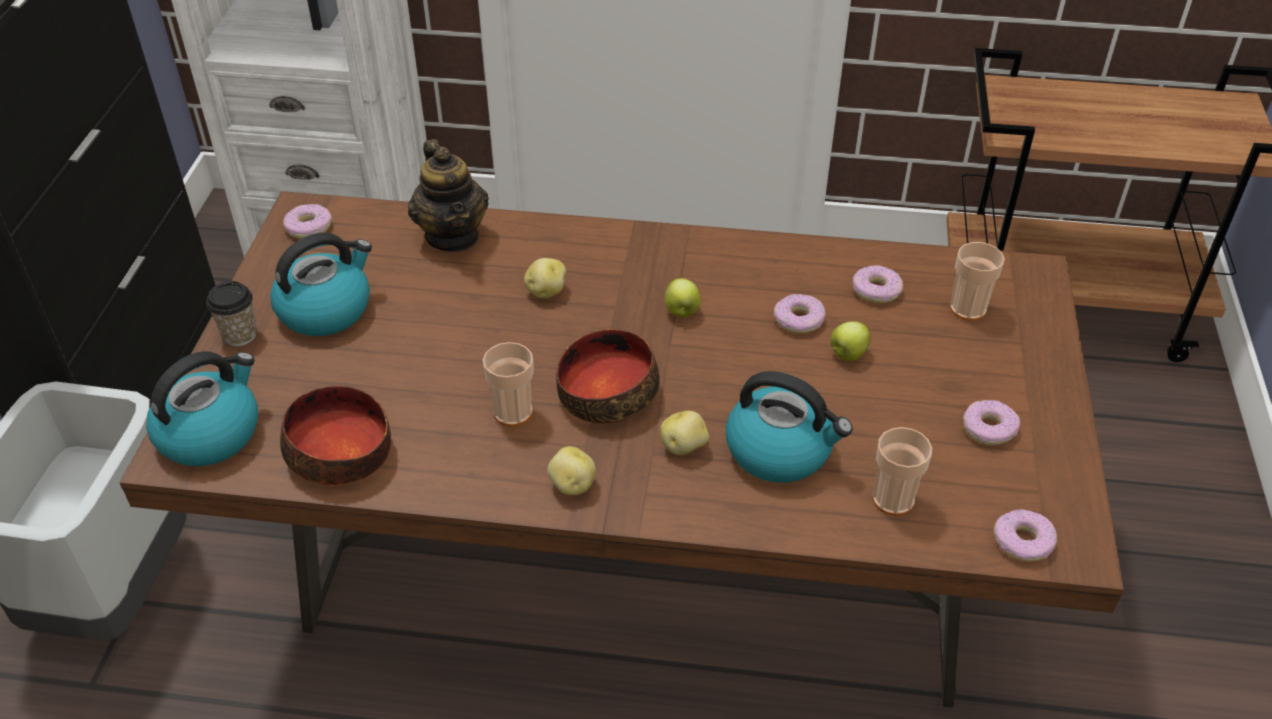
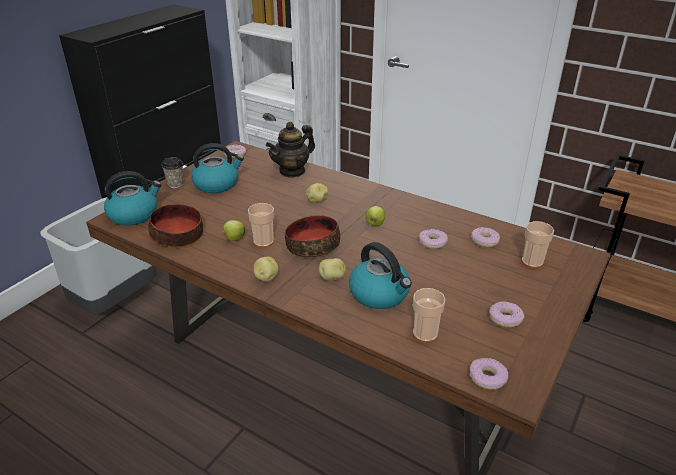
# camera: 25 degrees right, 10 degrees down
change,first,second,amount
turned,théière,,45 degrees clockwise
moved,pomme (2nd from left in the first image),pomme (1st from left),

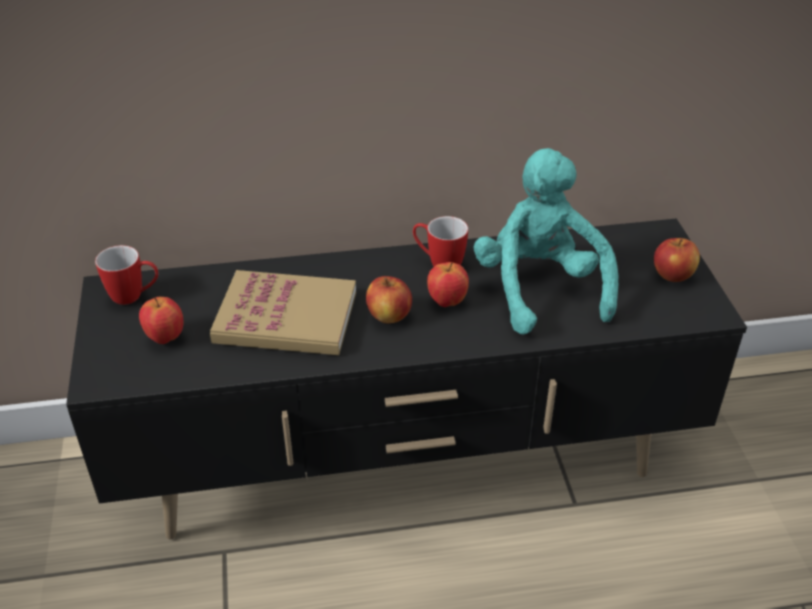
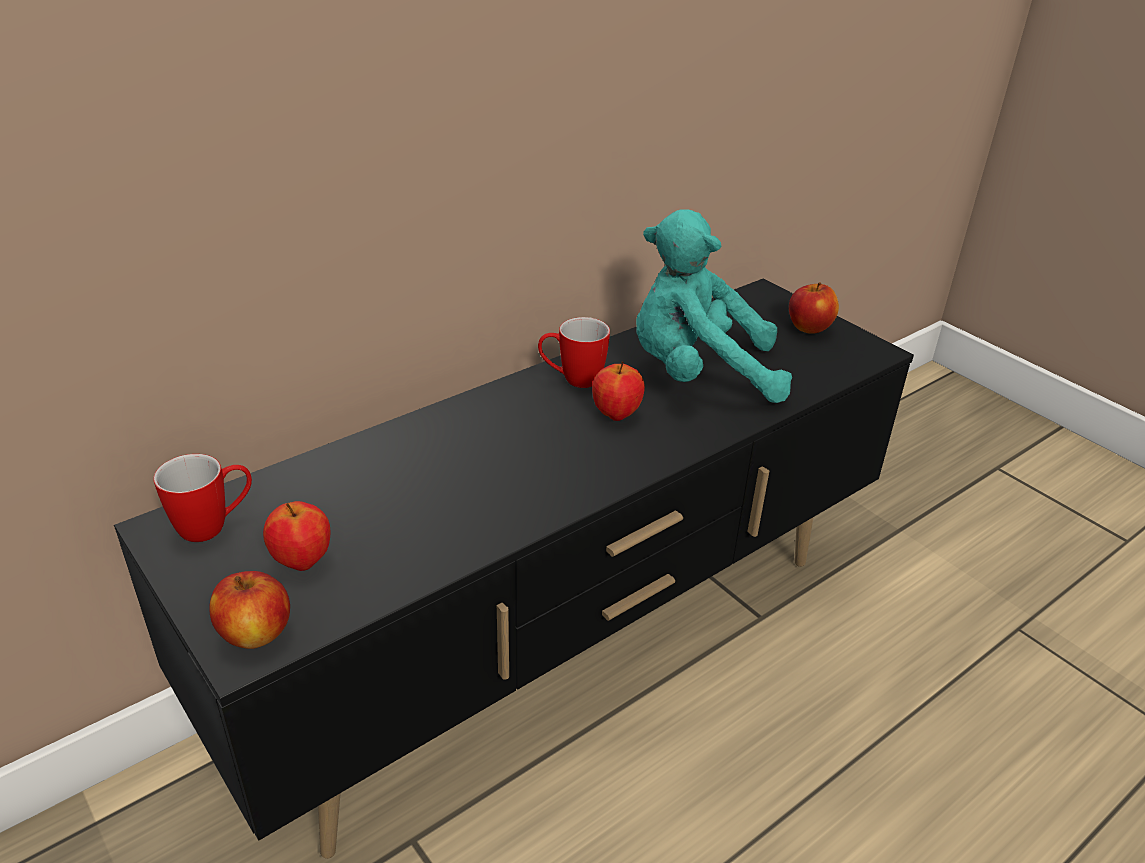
# camera: 30 degrees left, 5 degrees down
change,first,second,amount
removed,livre,,
moved,pomme (2nd from left in the first image),pomme (1st from left),
turned,peluche (turquoise),,45 degrees counterclockwise

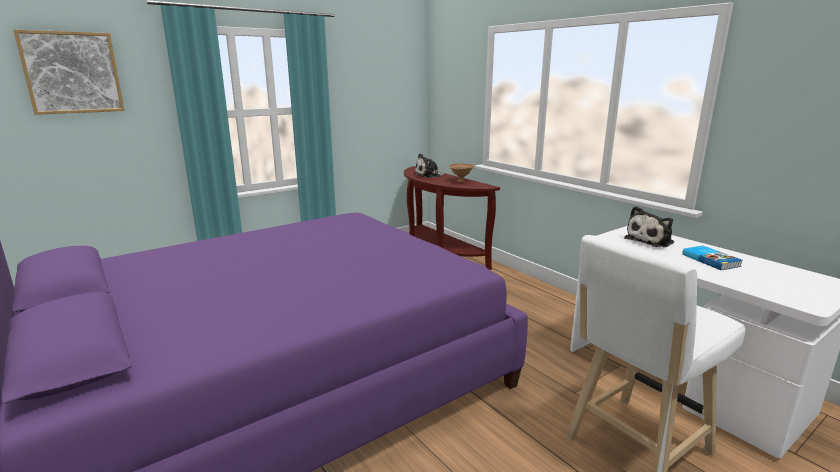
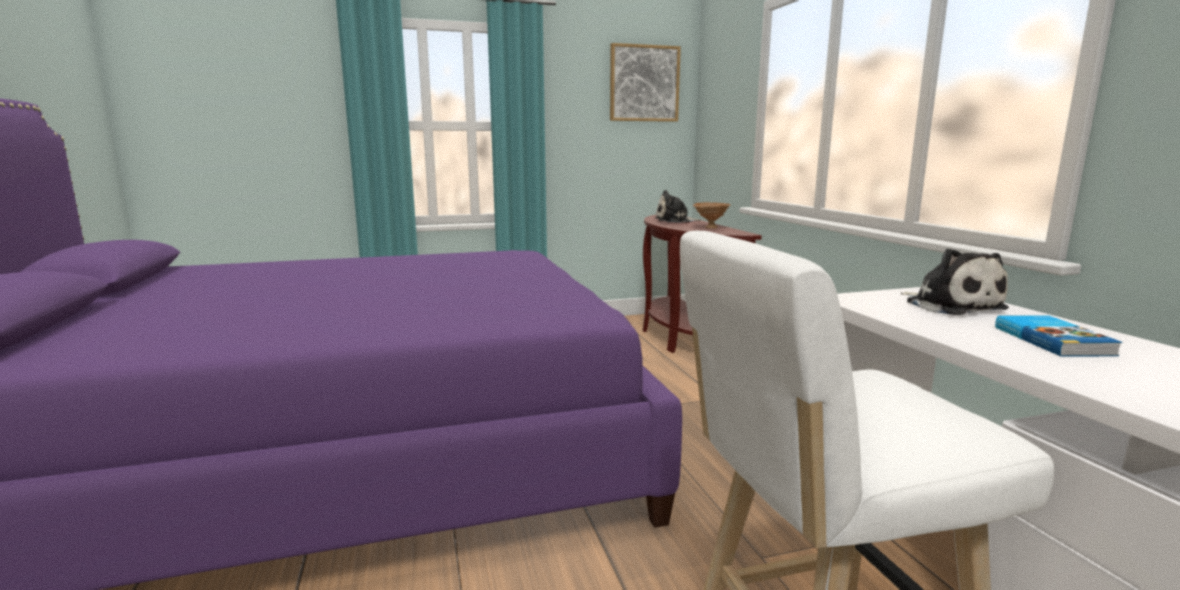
# camera: 20 degrees right, 5 degrees down
change,first,second,amount
moved,tableau,,
turned,peluche (2nd from left),,90 degrees counterclockwise

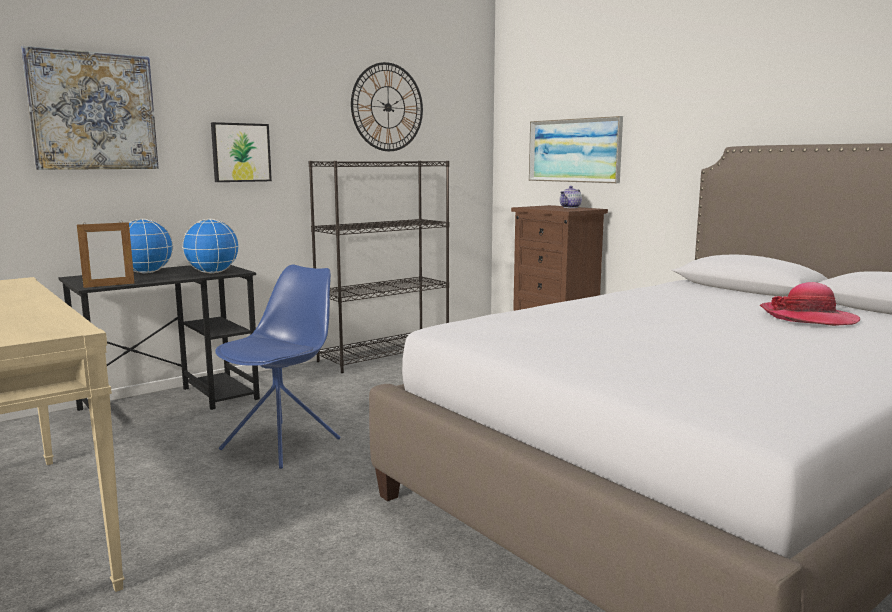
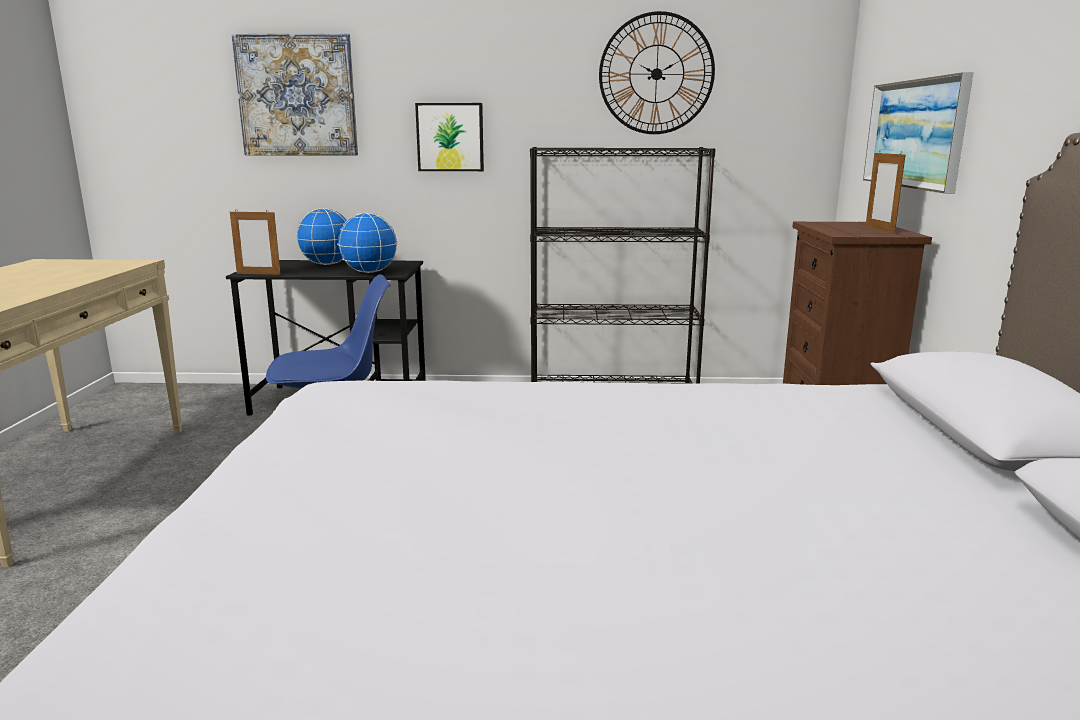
# camera: 40 degrees right, 5 degrees up
change,first,second,amount
replaced,théière,cadre photo (2nd from left),
removed,chapeau,,

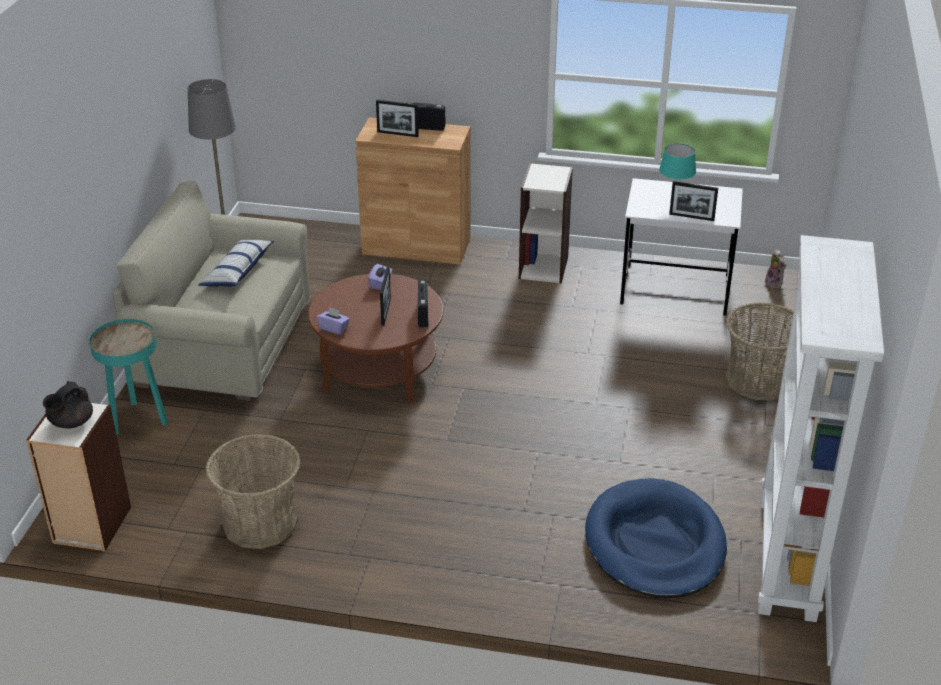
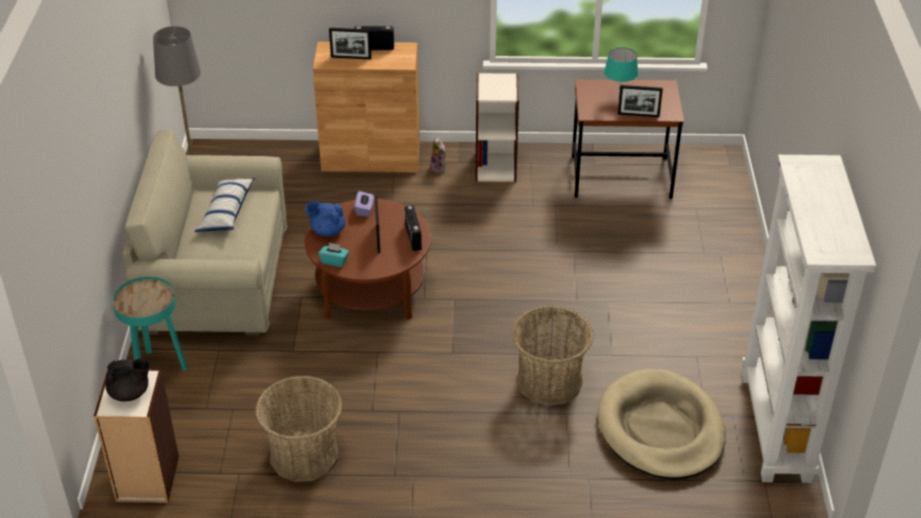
# camera: 10 degrees left, 5 degrees up
change,first,second,amount
turned,théière (noir),,120 degrees counterclockwise
recoloured,boîte à mouchoirs (violet) (1st from left),boîte à mouchoirs (turquoise),
recoloured,panier pour chien (bleu),panier pour chien (beige),
recoloured,bureau (blanc),bureau (marron),
moved,panier (2nd from left),,
moved,peluche,,
added,,théière (bleu),

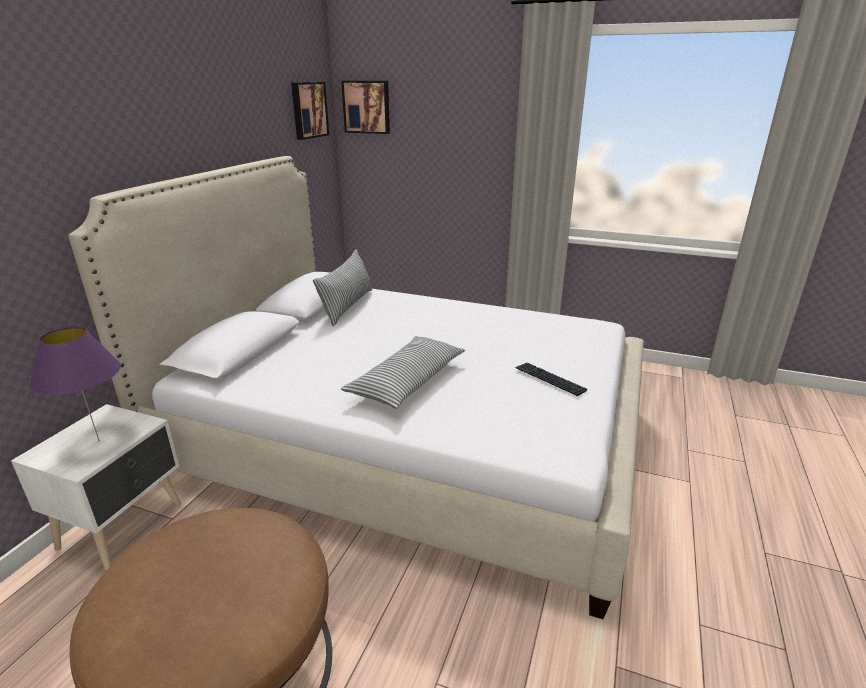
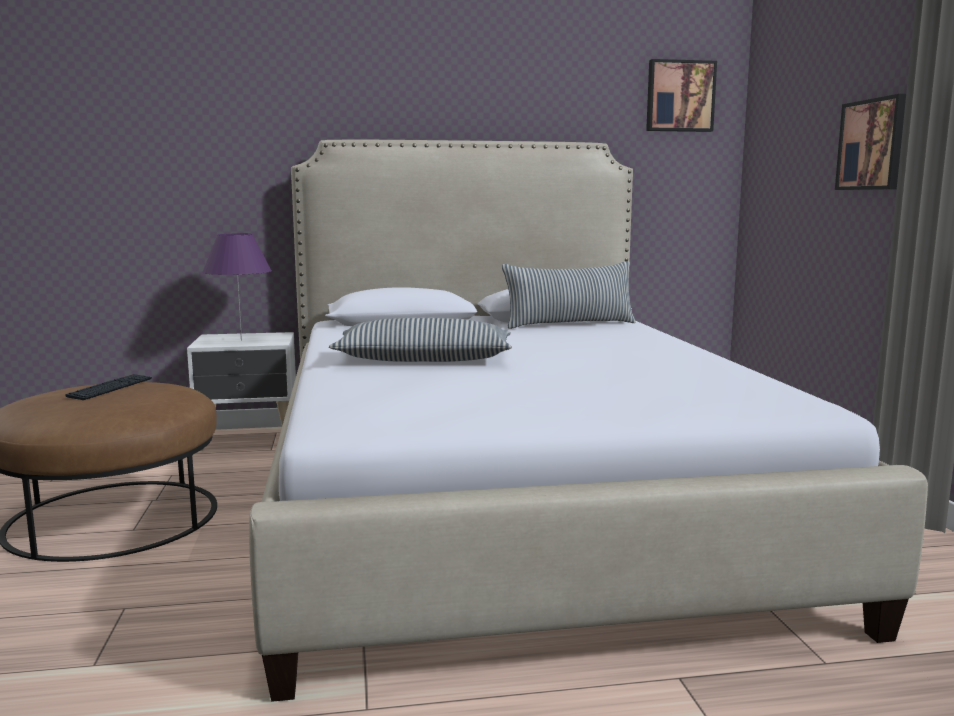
# camera: 60 degrees right, 15 degrees down
change,first,second,amount
moved,tableau (2nd from left),,
moved,clavier,,

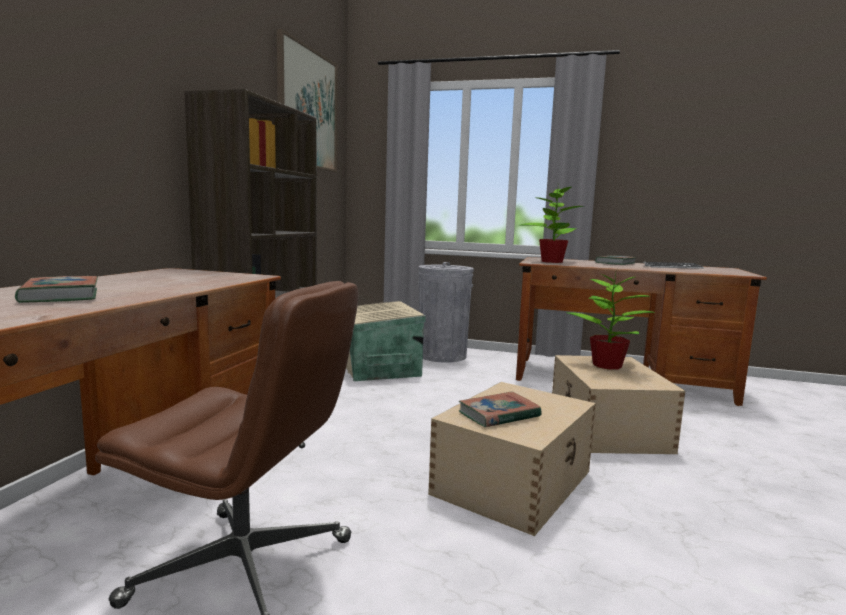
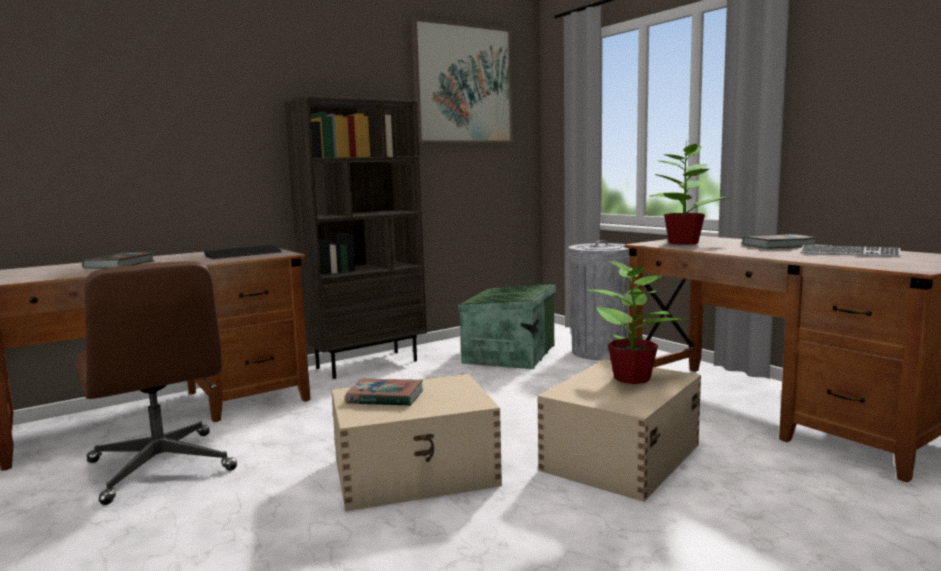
# camera: 40 degrees right, 0 degrees up
change,first,second,amount
recoloured,boîte de rangement (beige) (1st from left),boîte de rangement (vert),
added,,clavier (1st from left),

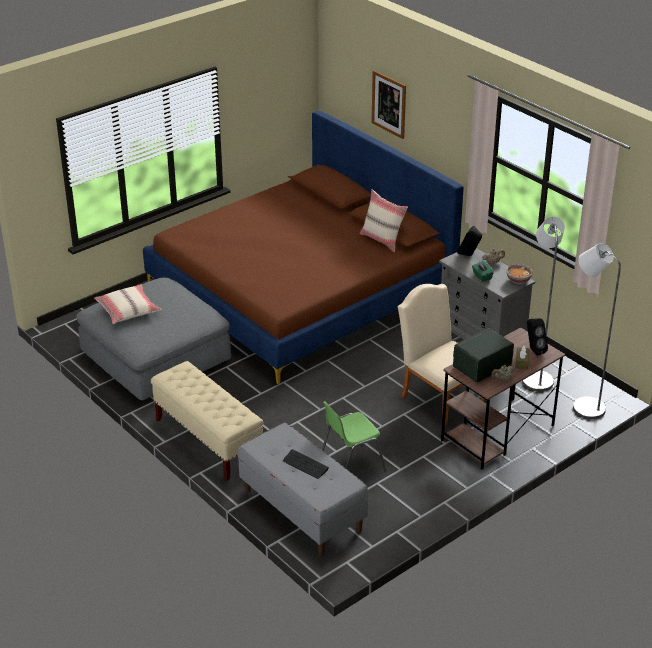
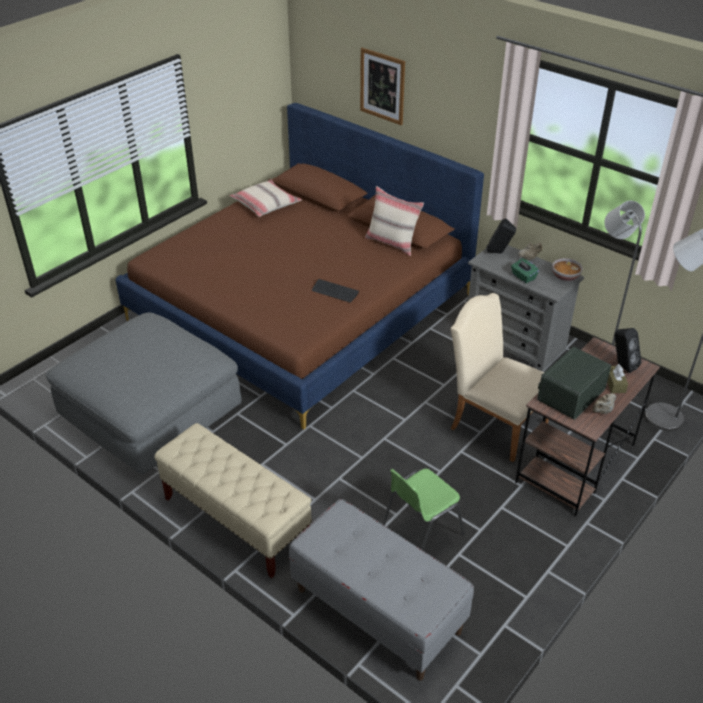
# camera: 10 degrees left, 5 degrees up
change,first,second,amount
moved,coussin (beige) (1st from left),,
moved,clavier,,

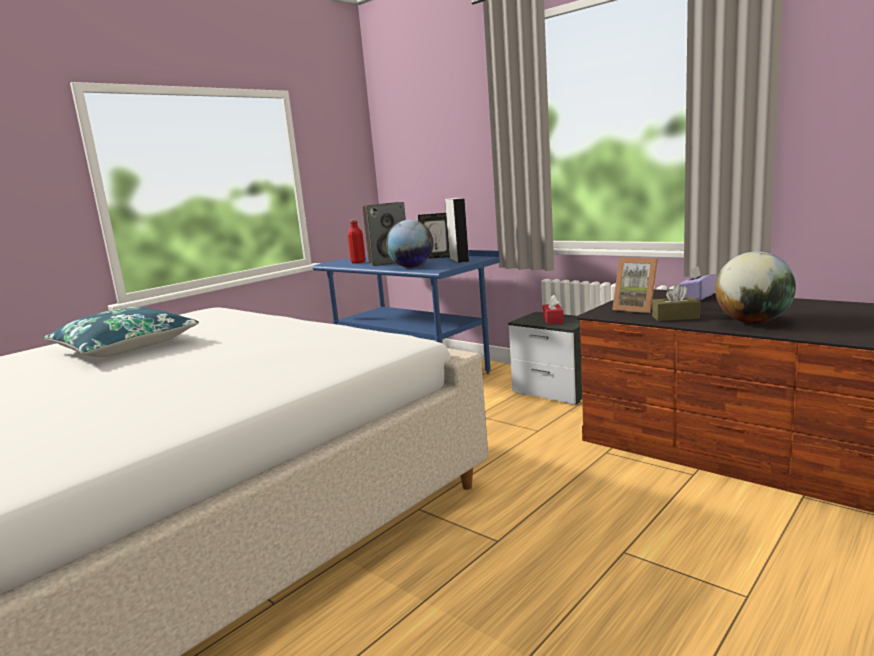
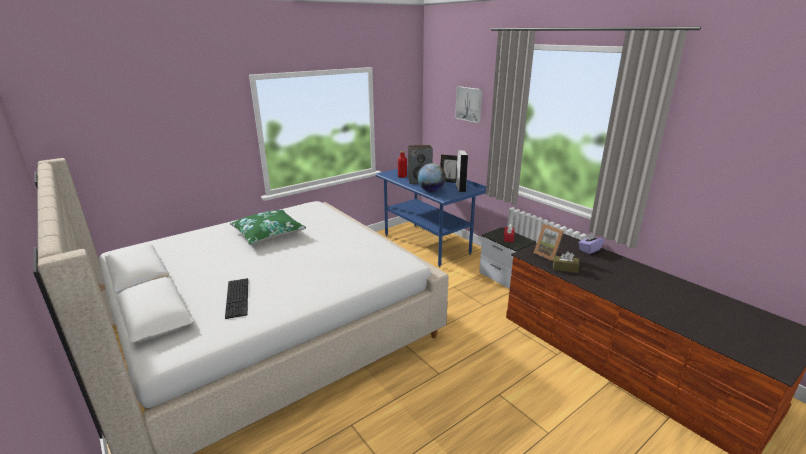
# camera: 10 degrees right, 10 degrees up
change,first,second,amount
recoloured,coussin (bleu),coussin (vert),
removed,globe (2nd from left),,
added,,clavier,
added,,tableau,

